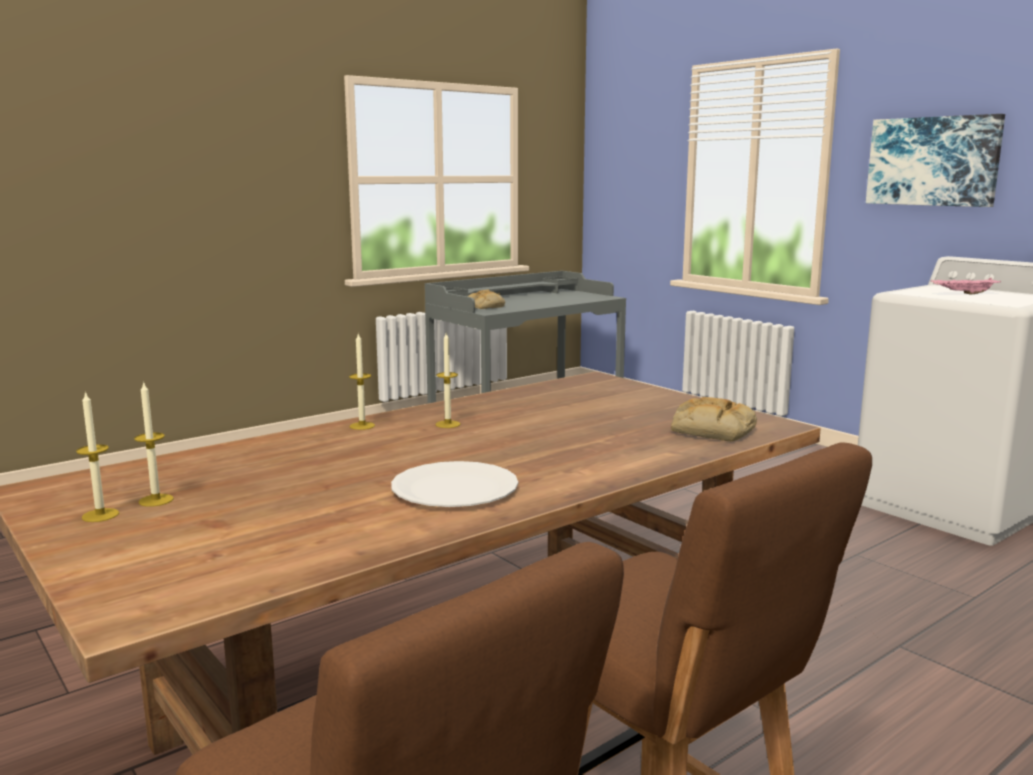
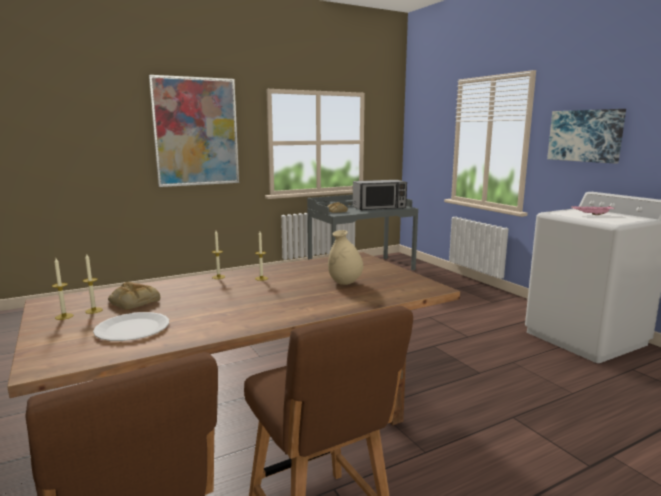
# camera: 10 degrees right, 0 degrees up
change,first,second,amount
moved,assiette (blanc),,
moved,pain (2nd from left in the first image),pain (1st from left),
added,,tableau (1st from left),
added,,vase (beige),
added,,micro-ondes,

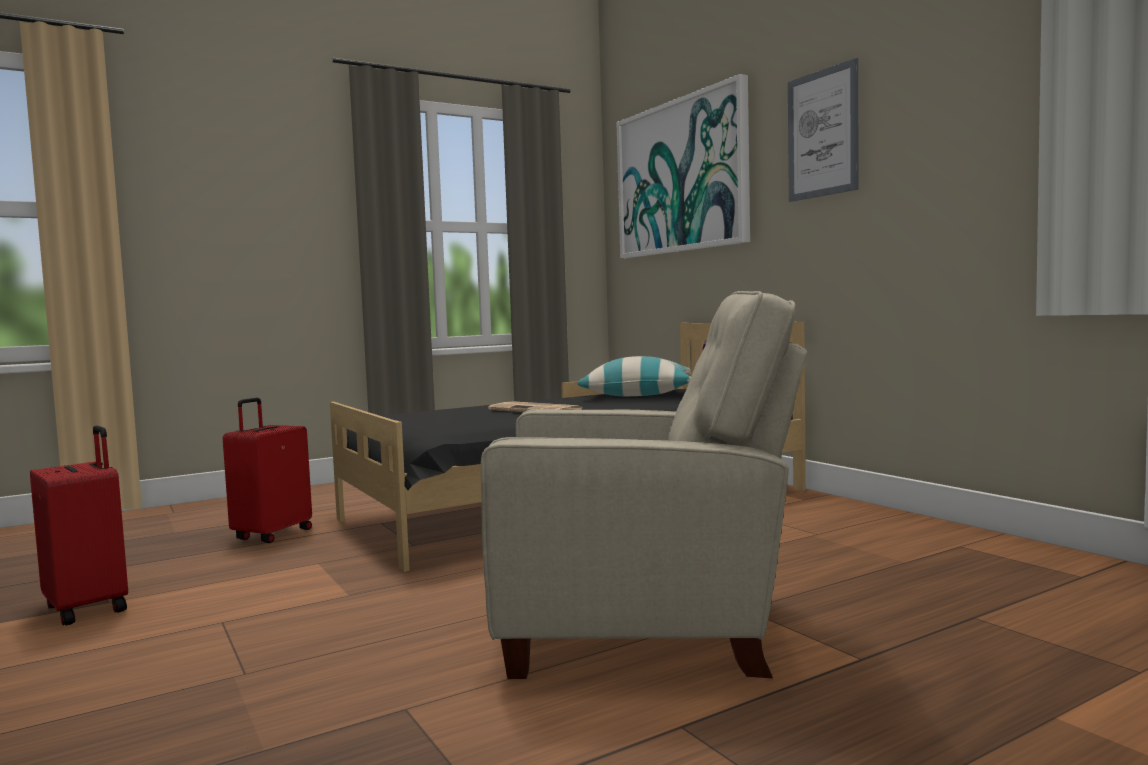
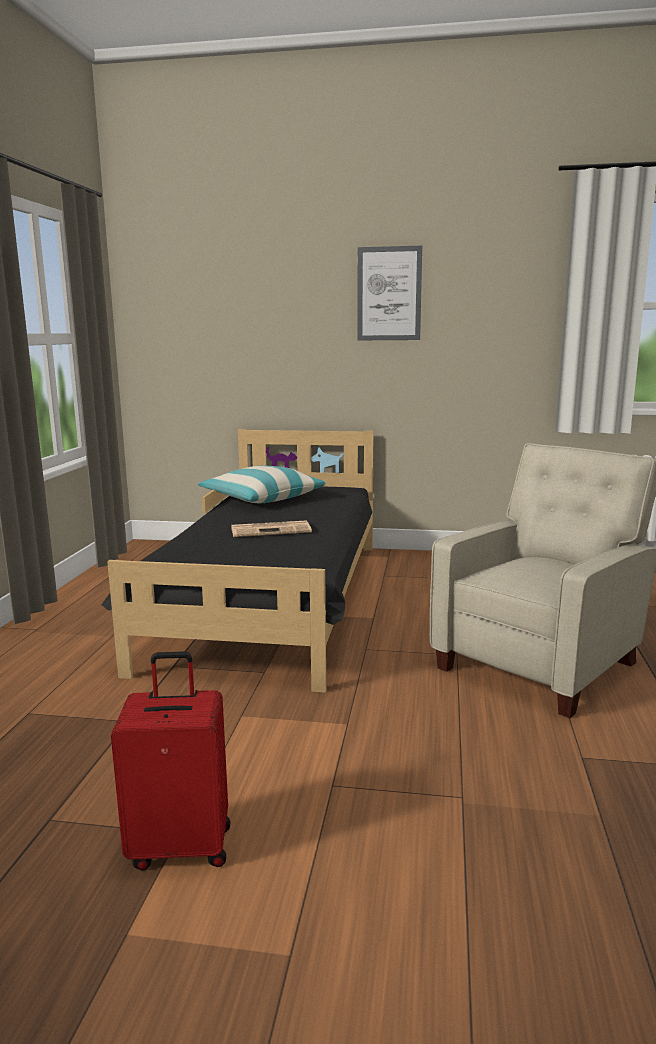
# camera: 50 degrees left, 10 degrees up
change,first,second,amount
removed,valise (rouge) (2nd from left),,
removed,tableau (1st from left),,

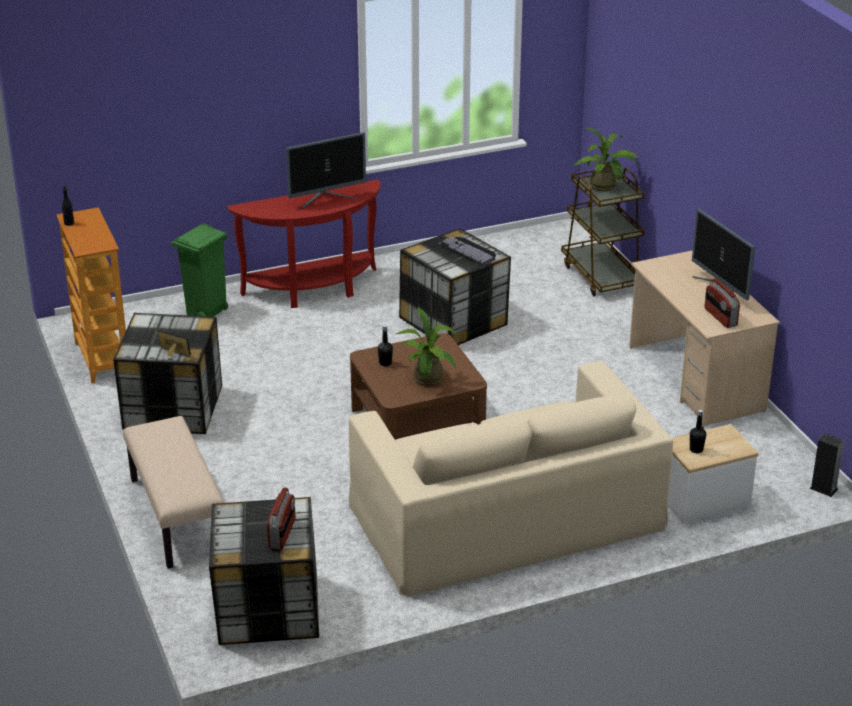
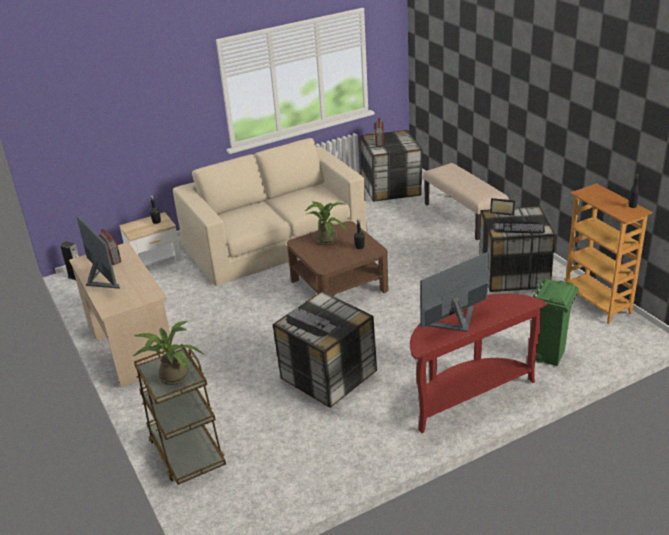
# camera: 175 degrees right, 0 degrees up
change,first,second,amount
added,,clavier (2nd from left),

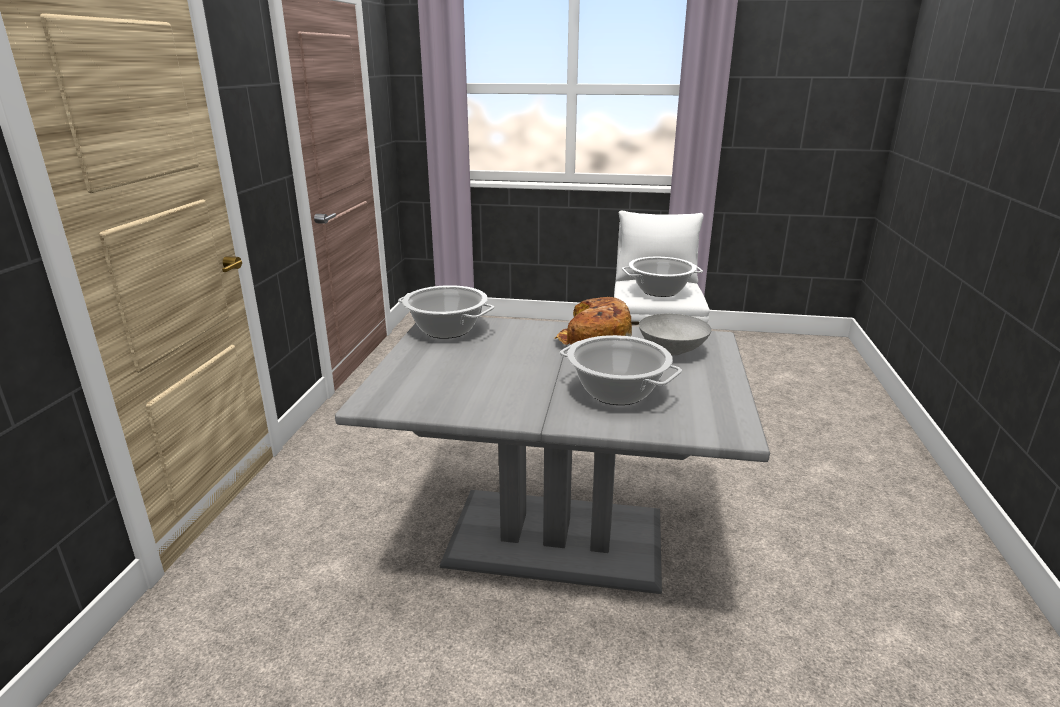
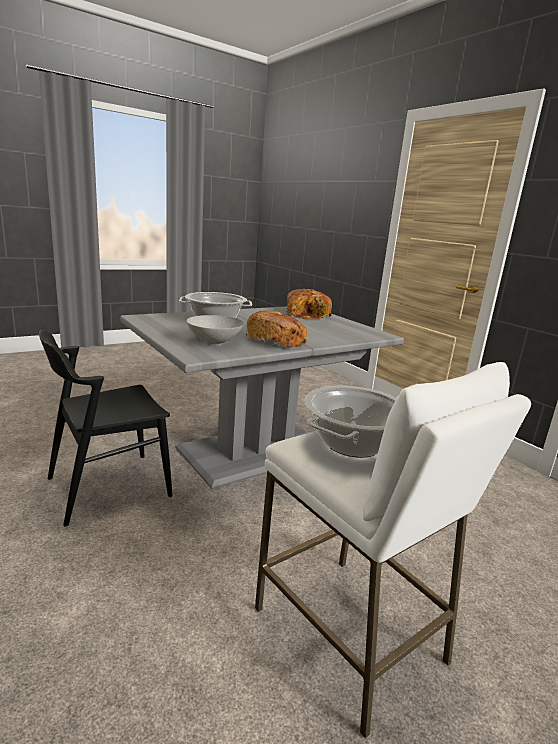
# camera: 135 degrees right, 5 degrees down
change,first,second,amount
removed,marmite (1st from left),,
added,,chaise (noir),
added,,pain (2nd from left),

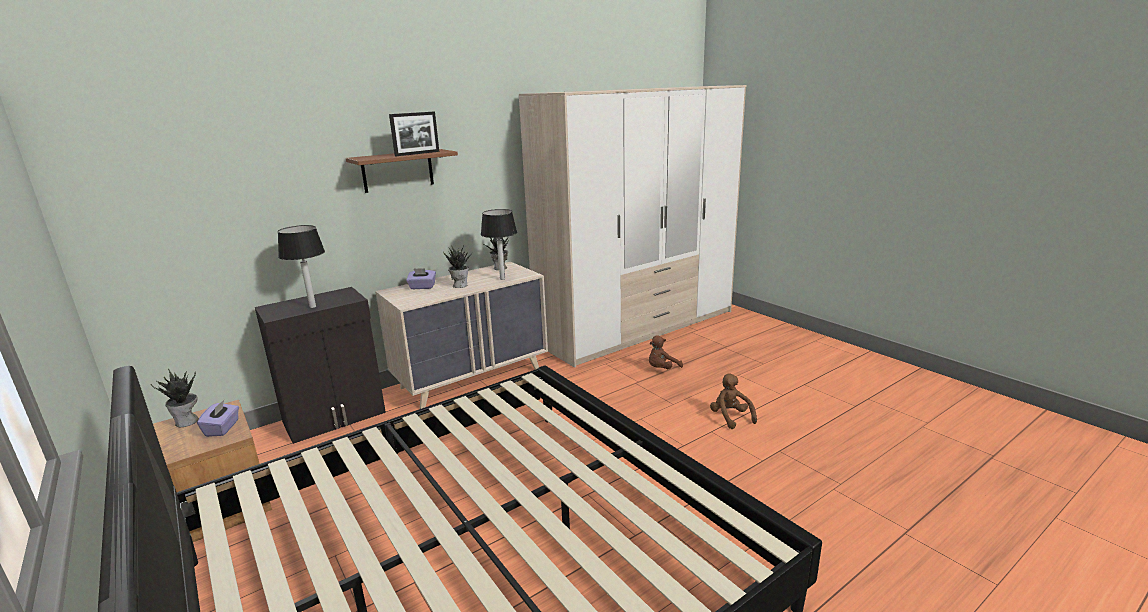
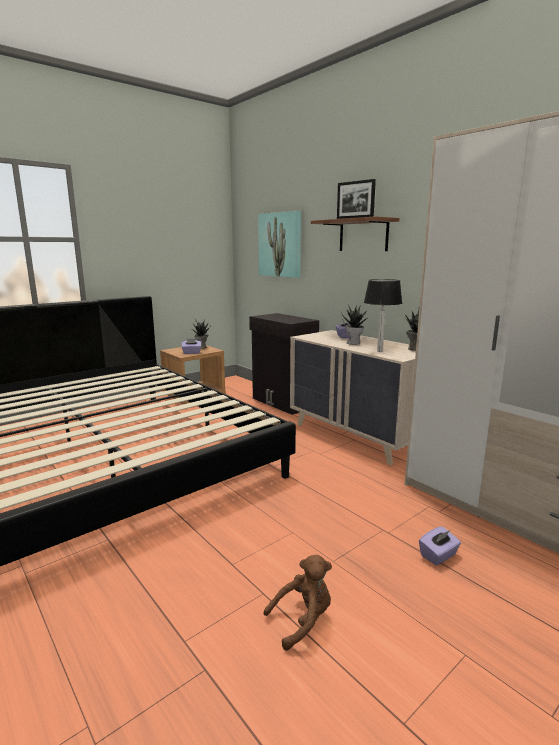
# camera: 85 degrees right, 5 degrees down
change,first,second,amount
removed,lampe de table (1st from left),,
replaced,peluche (marron) (1st from left),boîte à mouchoirs (violet) (3rd from left),
added,,tableau,

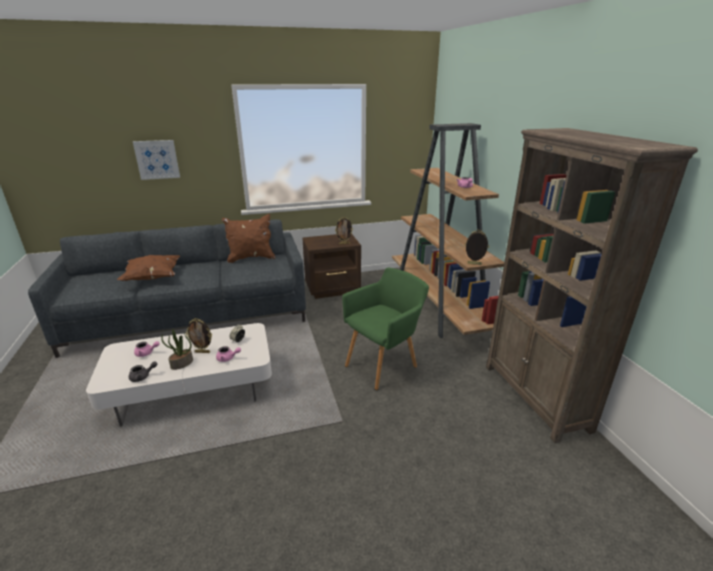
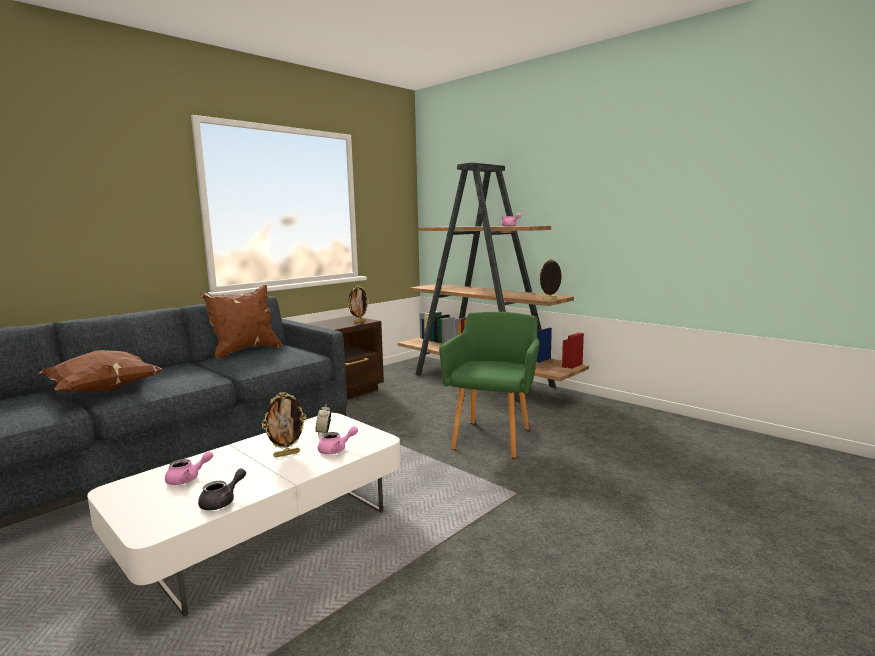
# camera: 30 degrees left, 15 degrees down
change,first,second,amount
removed,tableau,,
removed,plante en pot,,
removed,bibliothèque (marron) (2nd from left),,

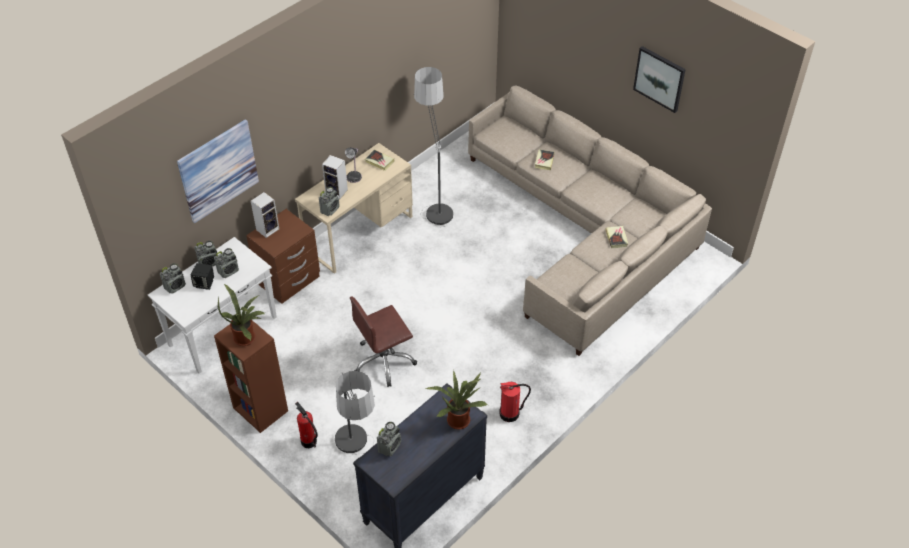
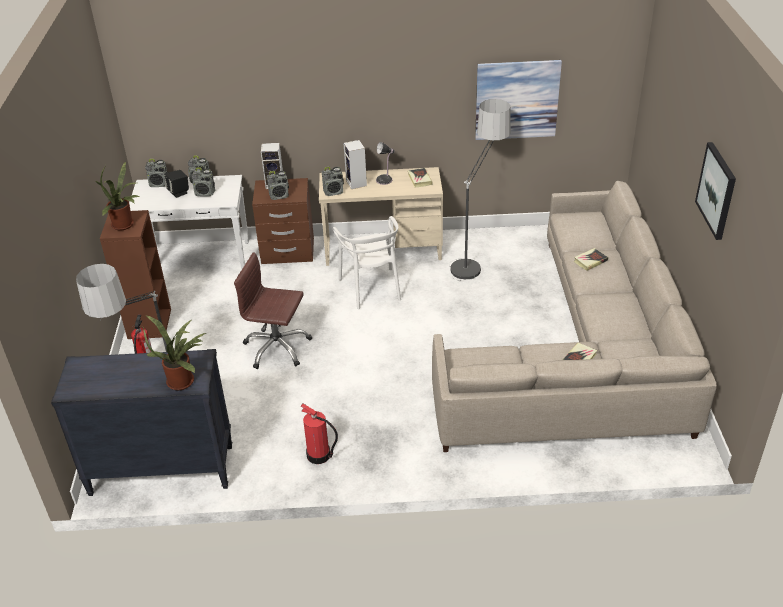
# camera: 45 degrees right, 10 degrees down
change,first,second,amount
moved,tableau (1st from left),,
moved,radio (5th from left in the first image),radio (4th from left),
added,,chaise (blanc),

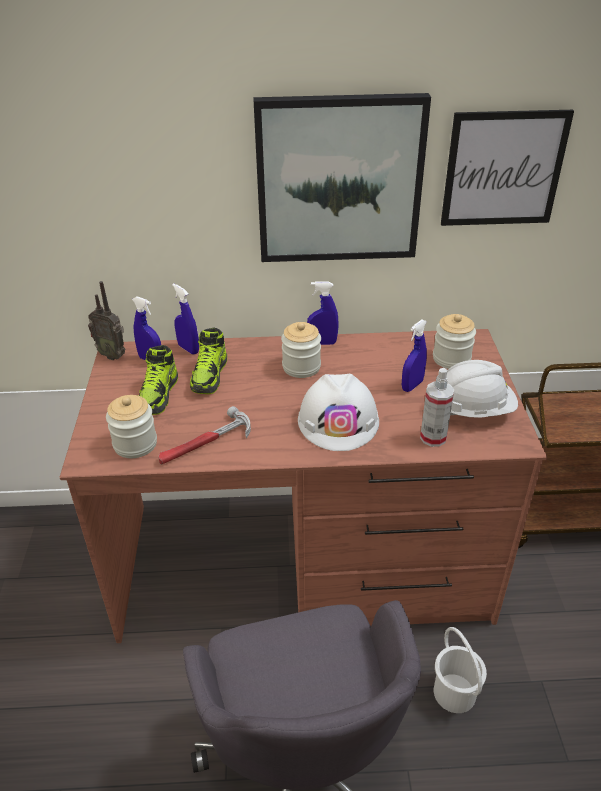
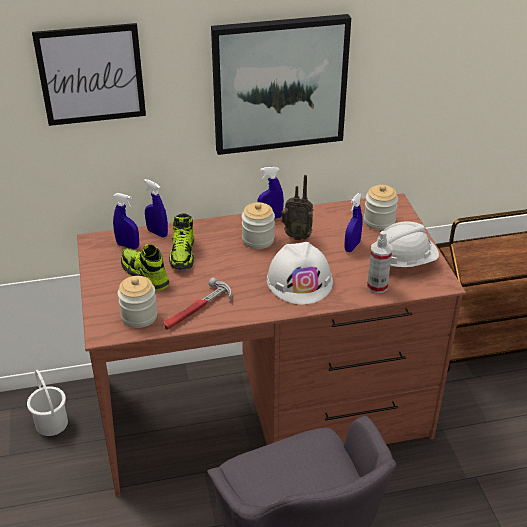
# camera: 10 degrees left, 0 degrees up
change,first,second,amount
moved,radio,,
turned,chaussure (1st from left),,135 degrees clockwise
moved,seau (blanc),,
moved,tableau (2nd from left in the first image),tableau (1st from left),

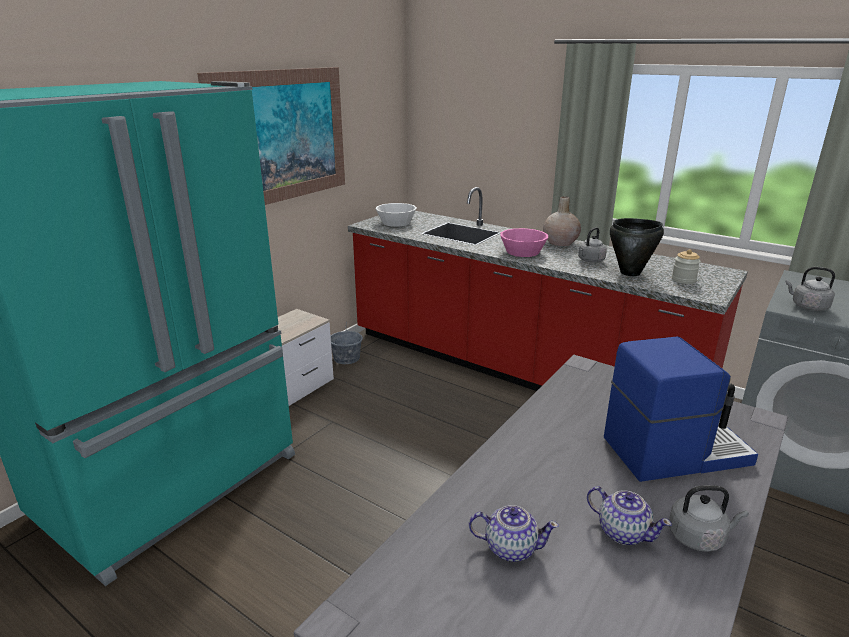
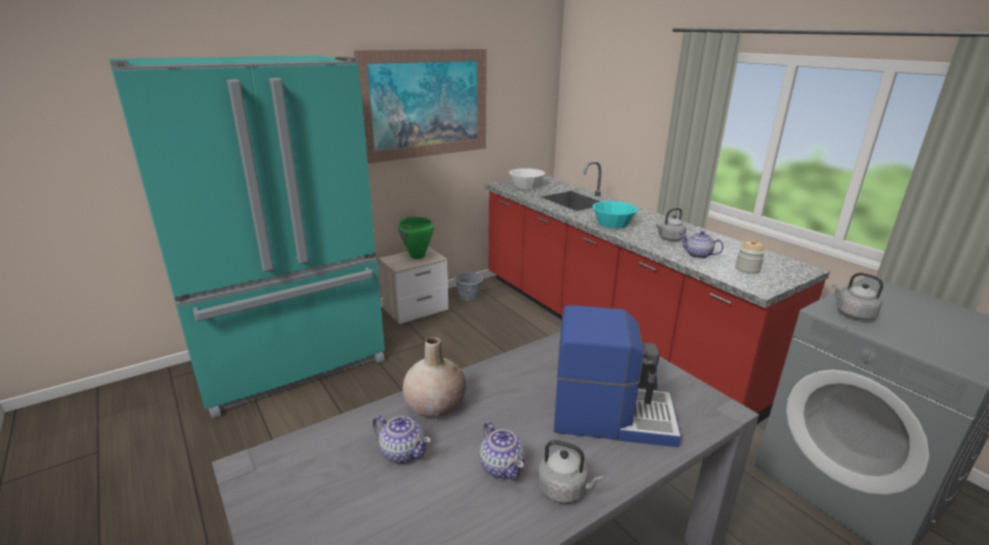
# camera: 20 degrees right, 0 degrees up
change,first,second,amount
recoloured,bol (rose),bol (turquoise),
moved,vase (beige),,
replaced,marmite (noir),théière (3rd from left),
added,,marmite (vert),

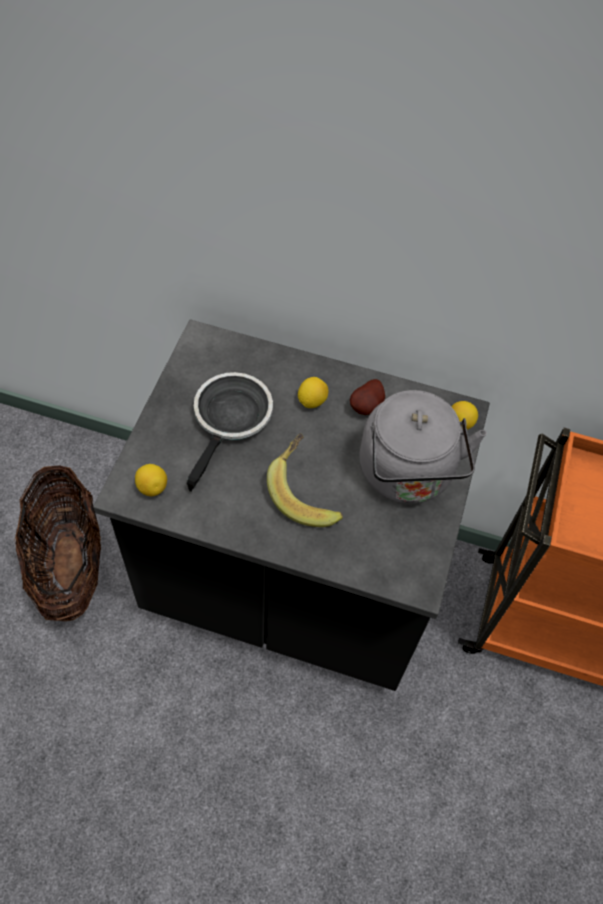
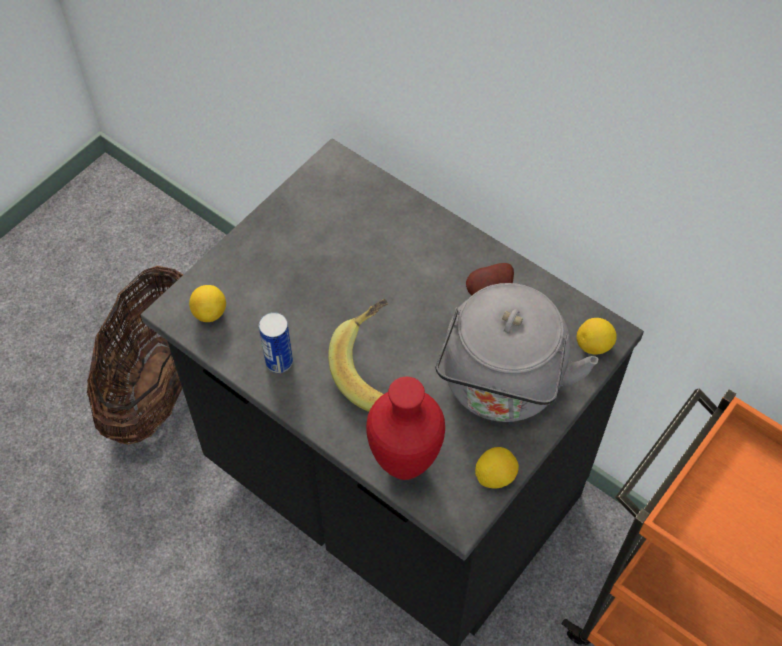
# camera: 25 degrees right, 0 degrees up
change,first,second,amount
removed,poêle,,
moved,citron (2nd from left),,
added,,boîte métallique,
added,,vase (rouge),

